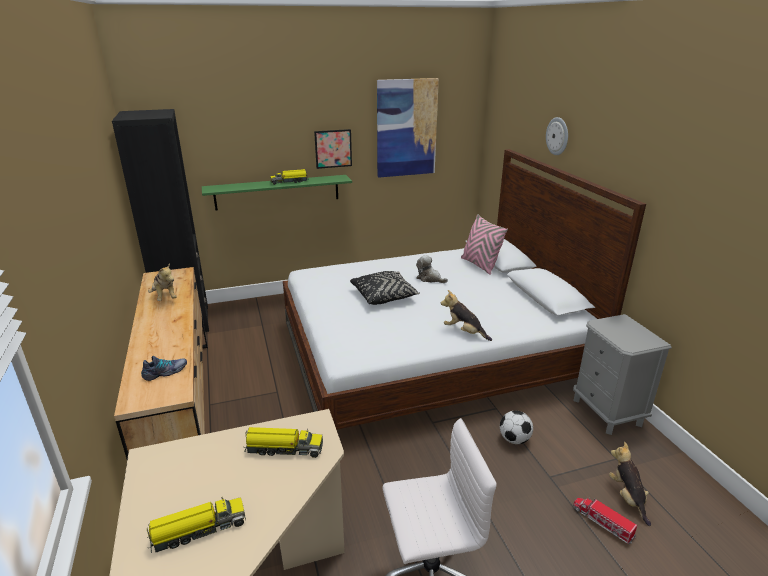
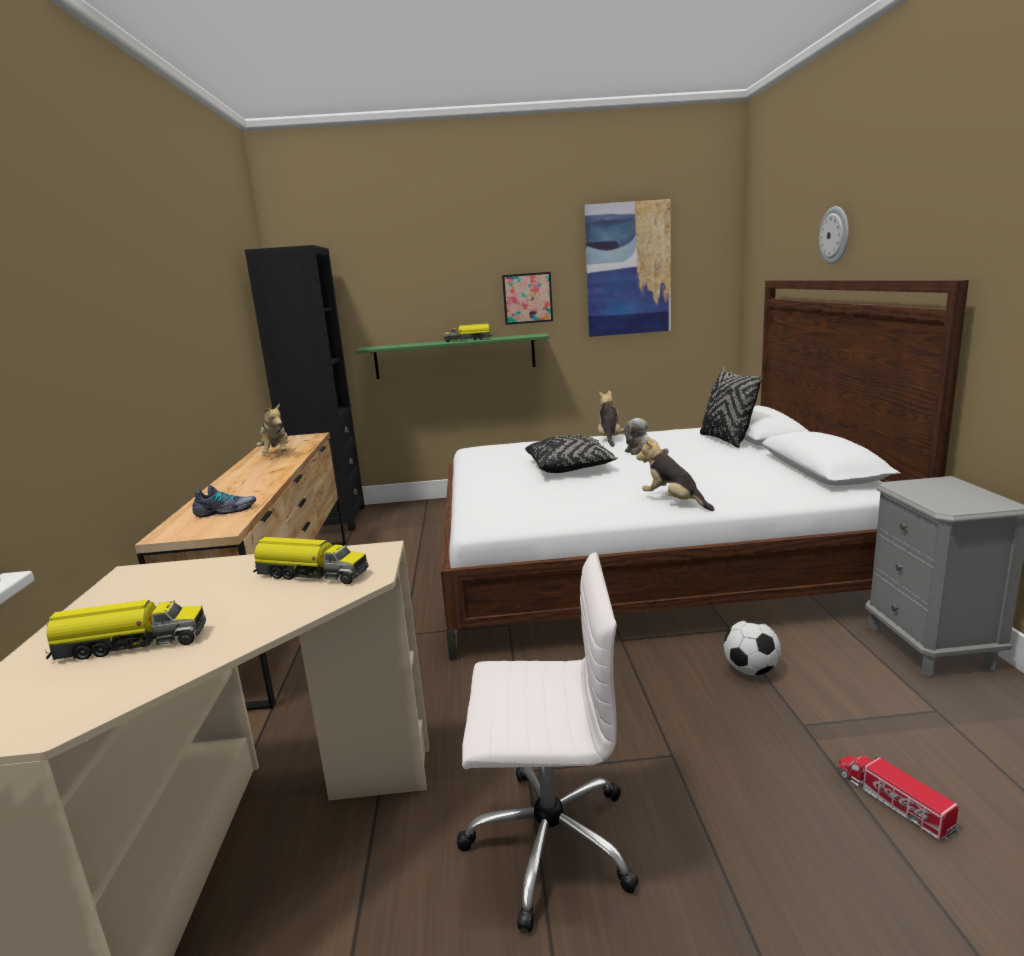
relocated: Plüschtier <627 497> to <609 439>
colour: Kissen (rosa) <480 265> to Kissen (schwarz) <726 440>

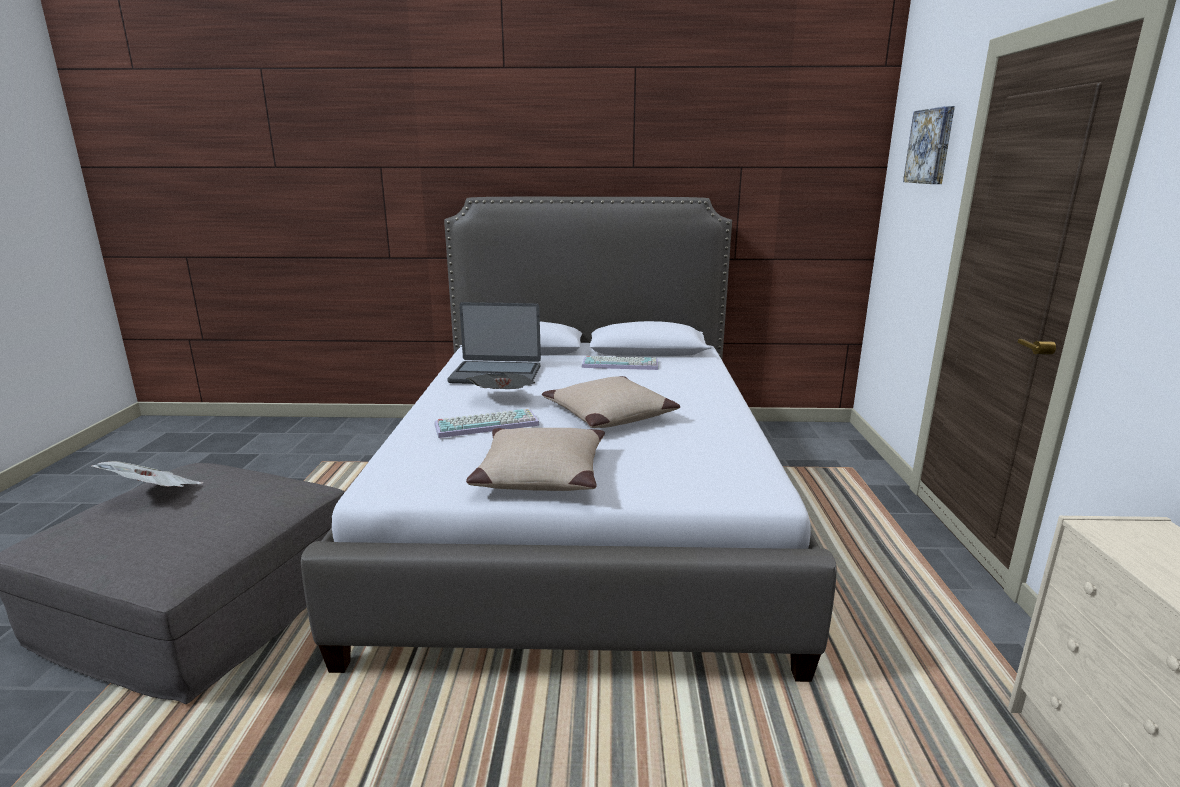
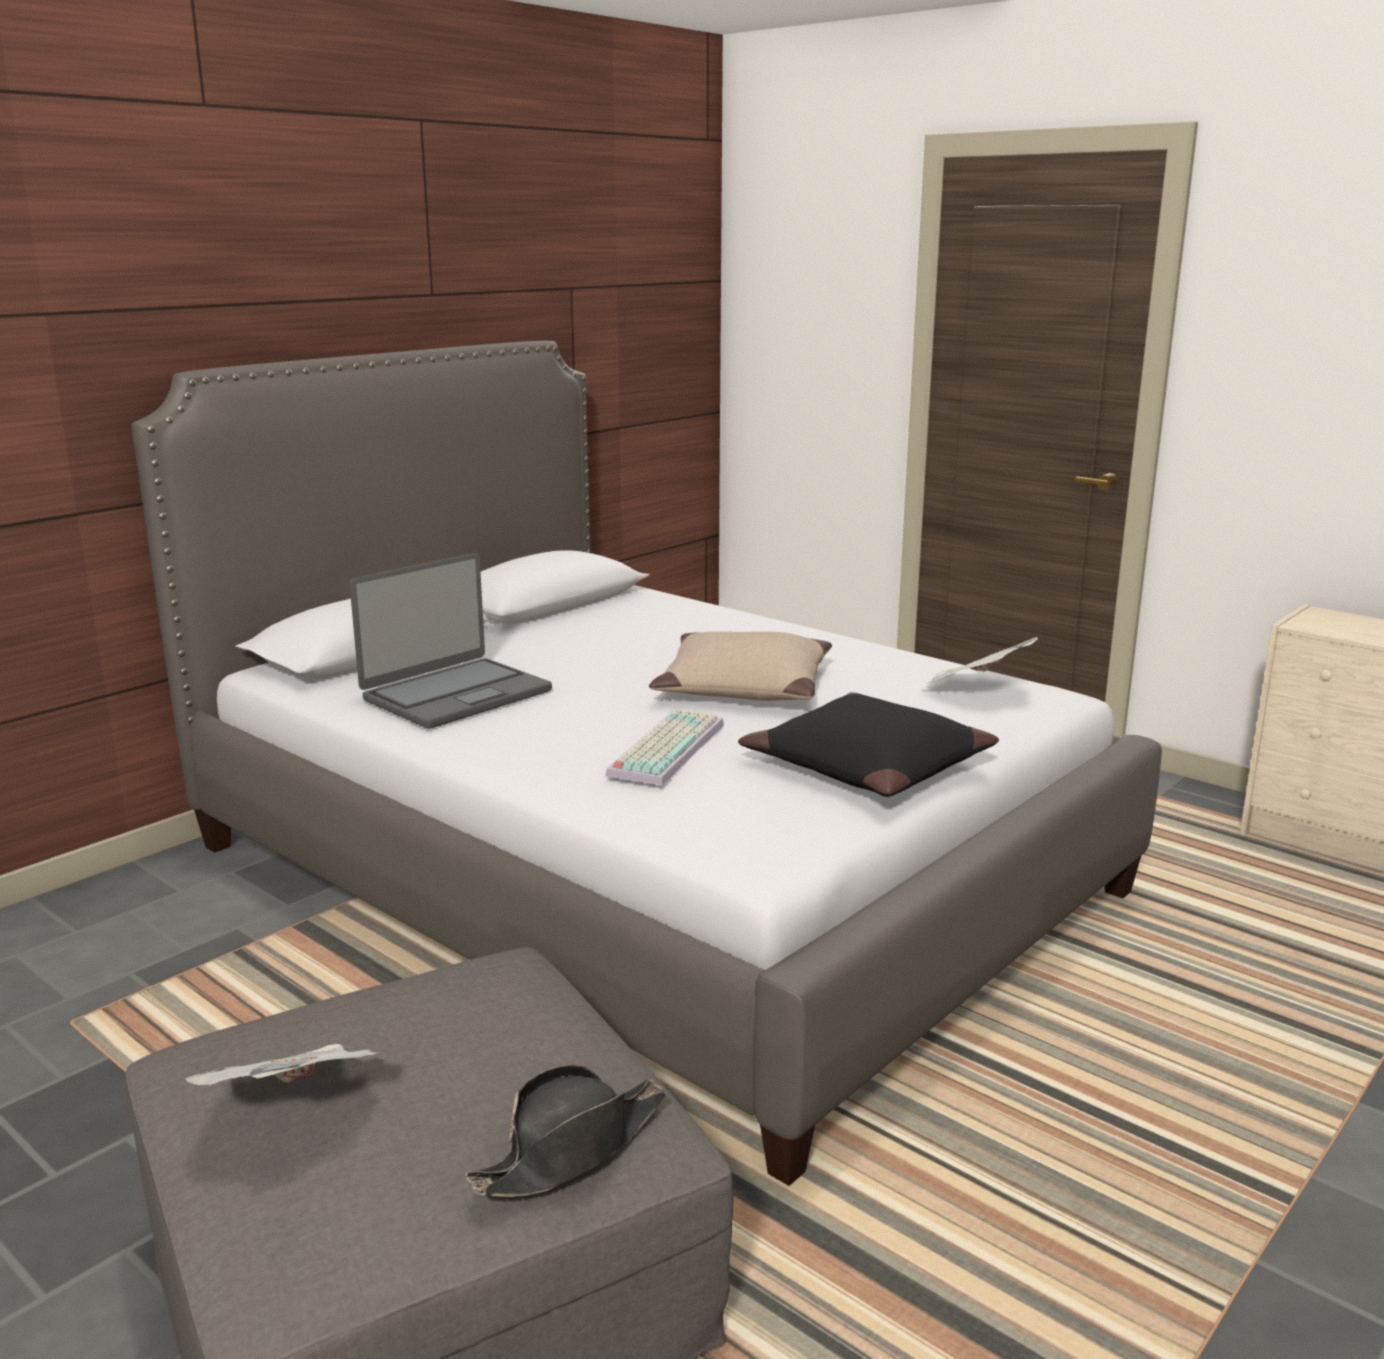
missing: Bild <931 146>; Tastatur <621 364>
appeared: Hut (schwarz) <572 1148>
relocated: Zeitung <503 399> to <975 691>
colour: Kissen (beige) <539 473> to Kissen (schwarz) <866 767>

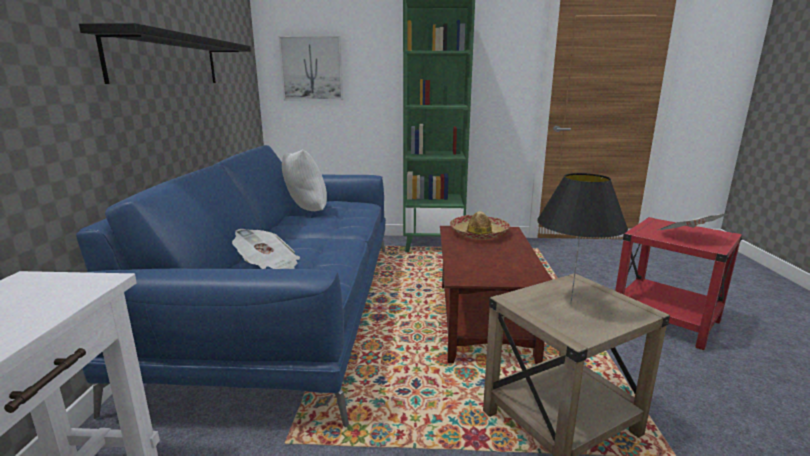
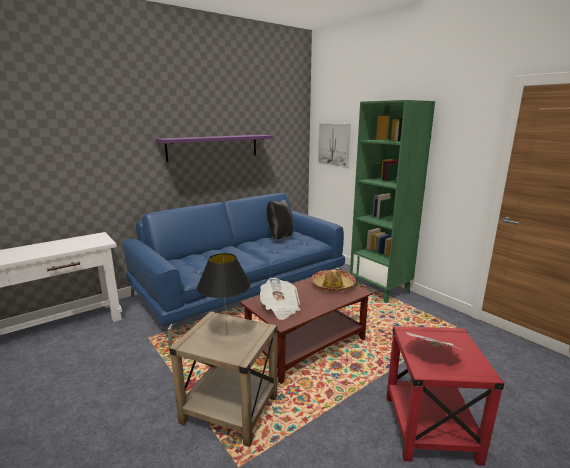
relocated: Zeitung <269 267> to <280 308>
colour: Wandregal (schwarz) <167 60> to Wandregal (lila) <213 147>; Kissen (weiß) <305 211> to Kissen (schwarz) <279 238>

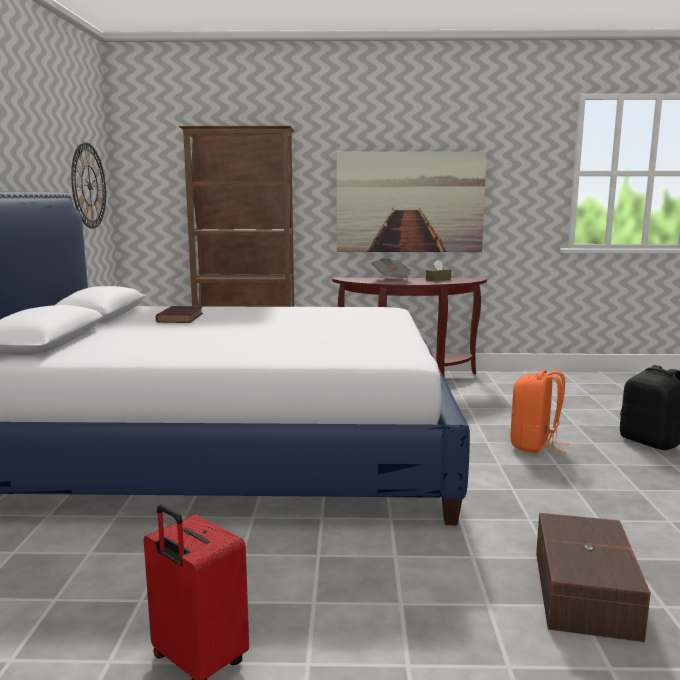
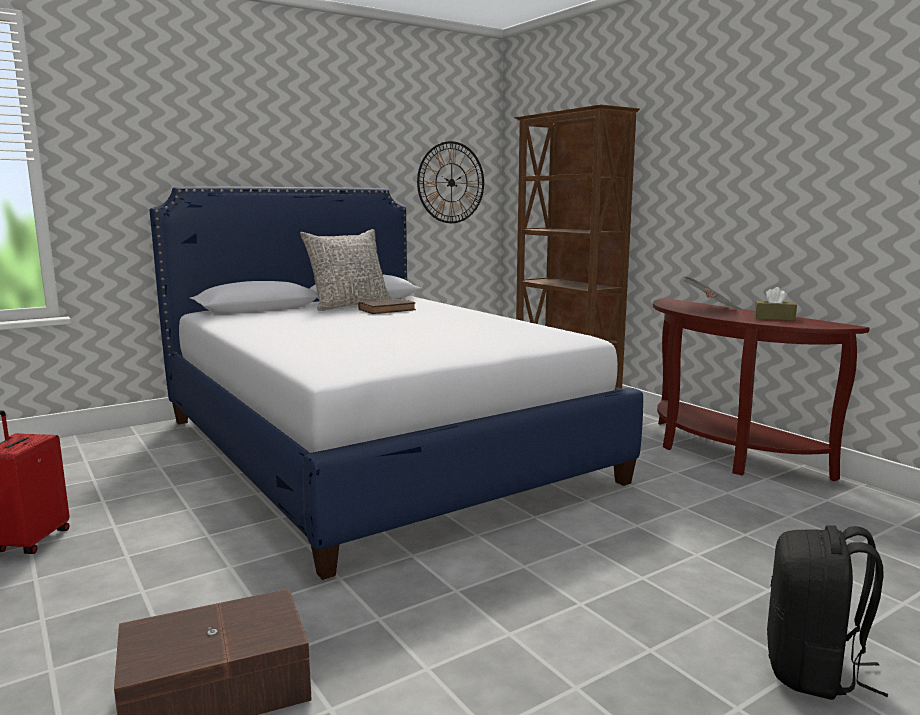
missing: Bild <409 202>; Rucksack (orange) <535 445>
appeared: Kissen (grau) <349 305>

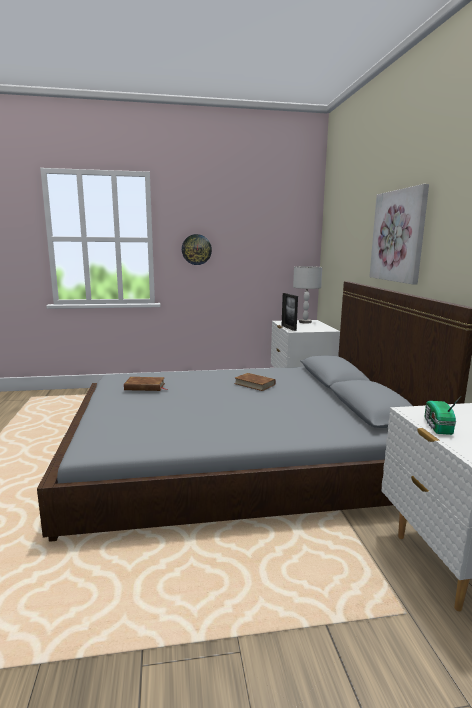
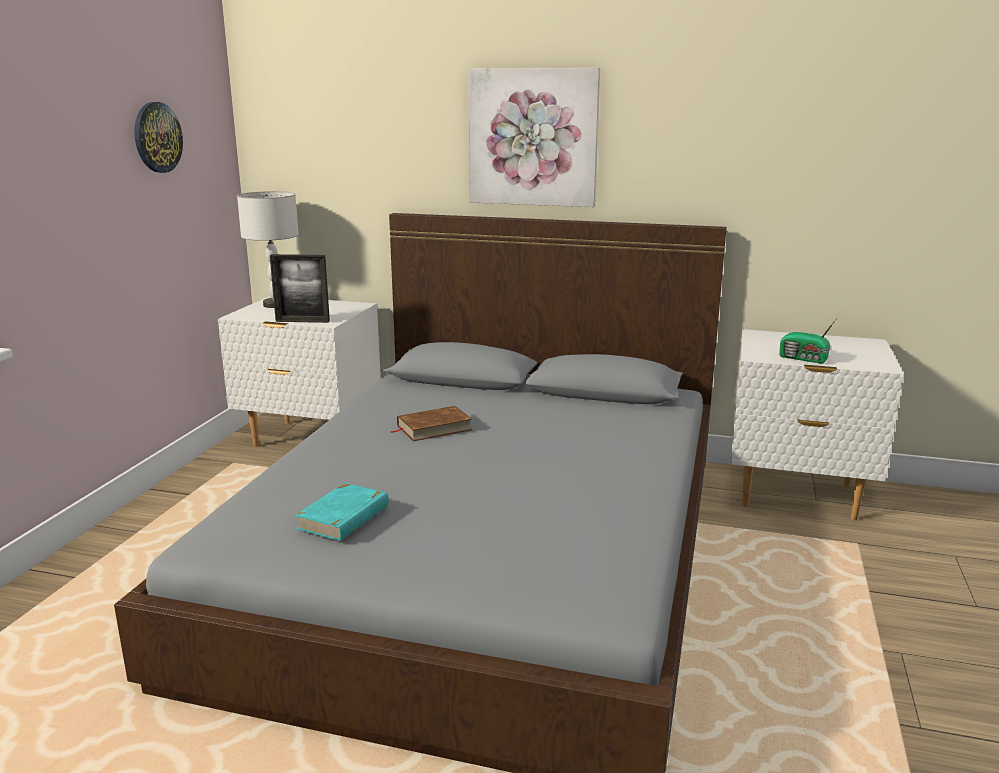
relocated: Wanduhr <196 249> to <157 137>
colour: Buch (braun) <145 387> to Buch (türkis) <344 517>

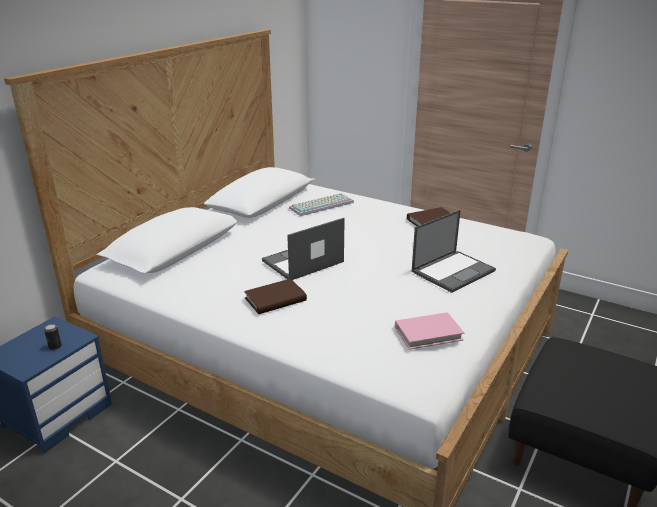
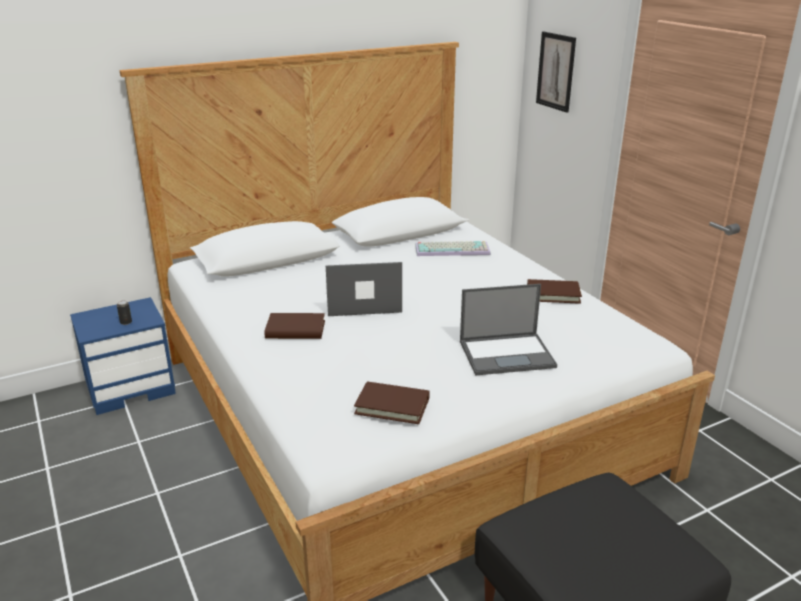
appeared: Bild <555 71>
colour: Buch (rosa) <428 333> to Buch (braun) <392 406>

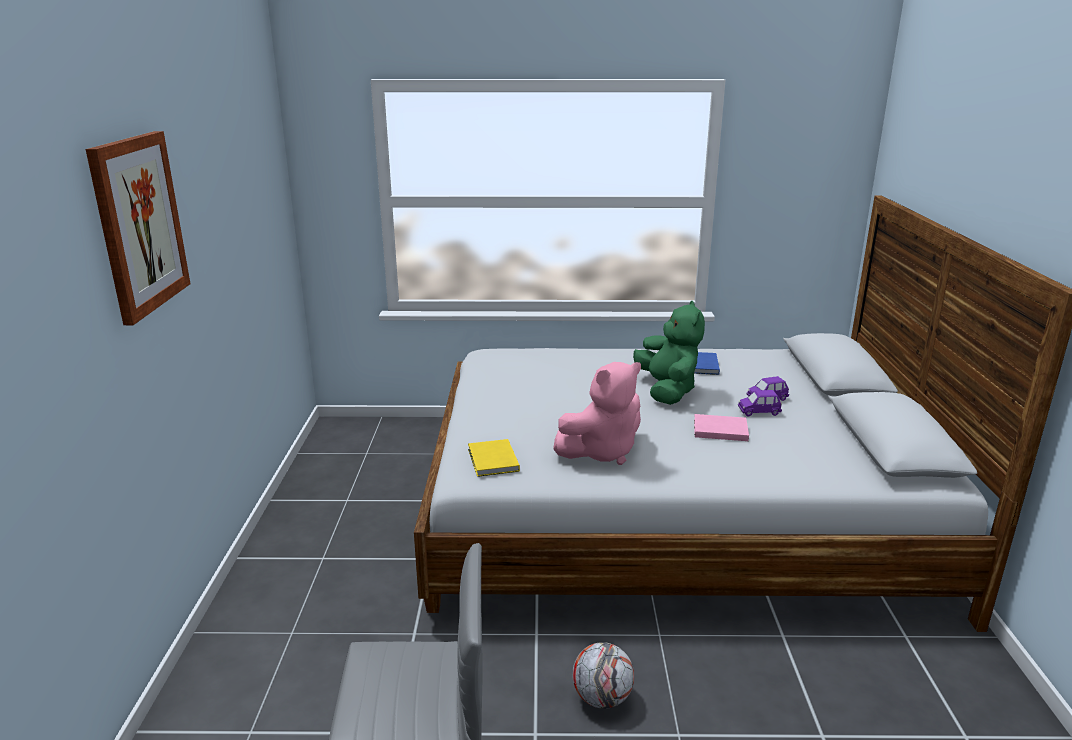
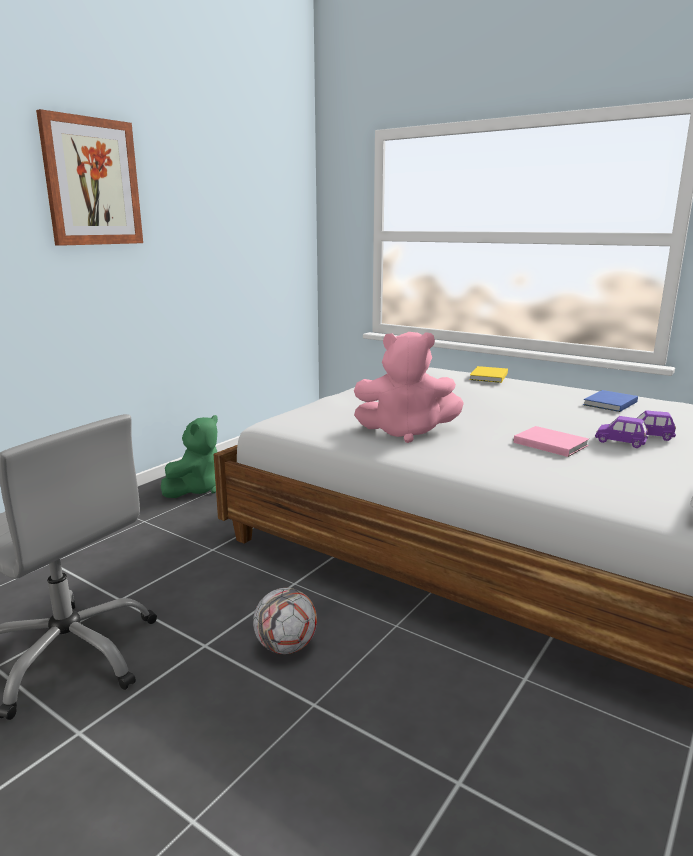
relocated: Plüschtier (grün) <667 390> to <195 489>; Buch (gelb) <492 461> to <487 377>

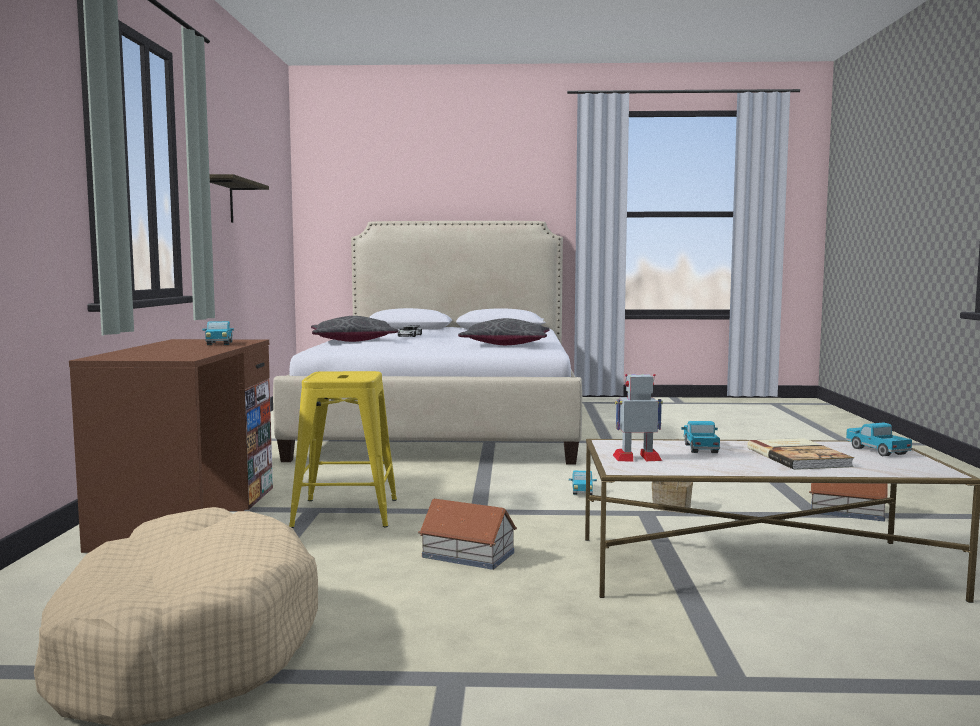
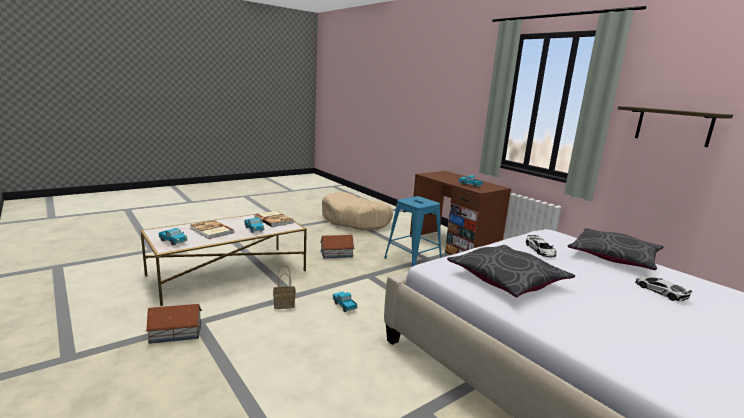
appeared: Spielzeugauto <540 250>
exchanged: Spielzeugroboter <637 458> to Buch <274 220>
colour: Hocker (gelb) <345 513> to Hocker (blau) <413 260>

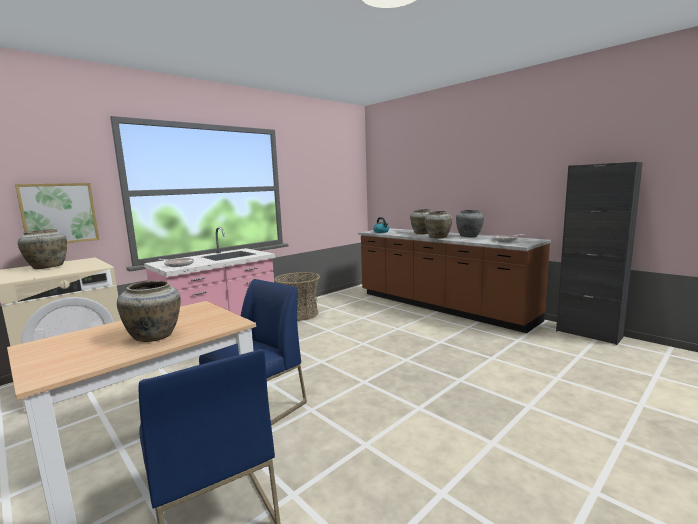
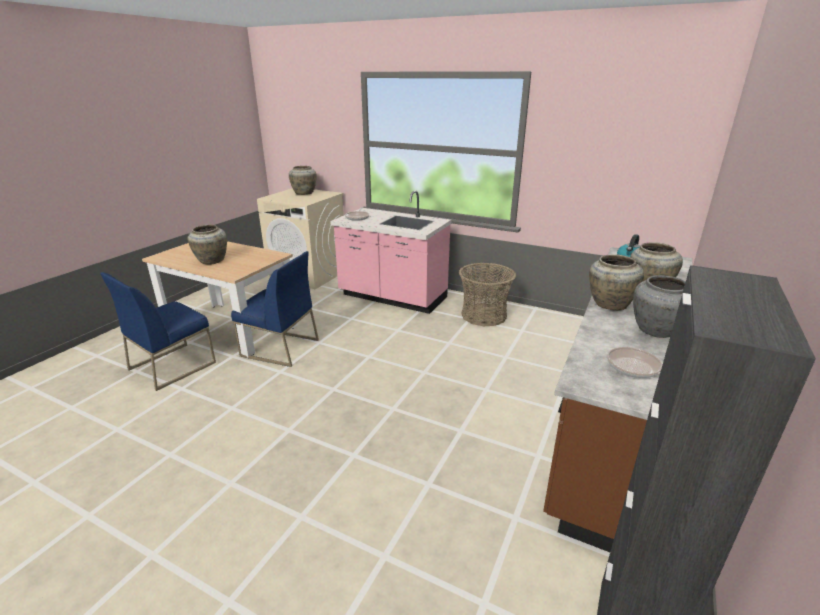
missing: Bild <59 213>

